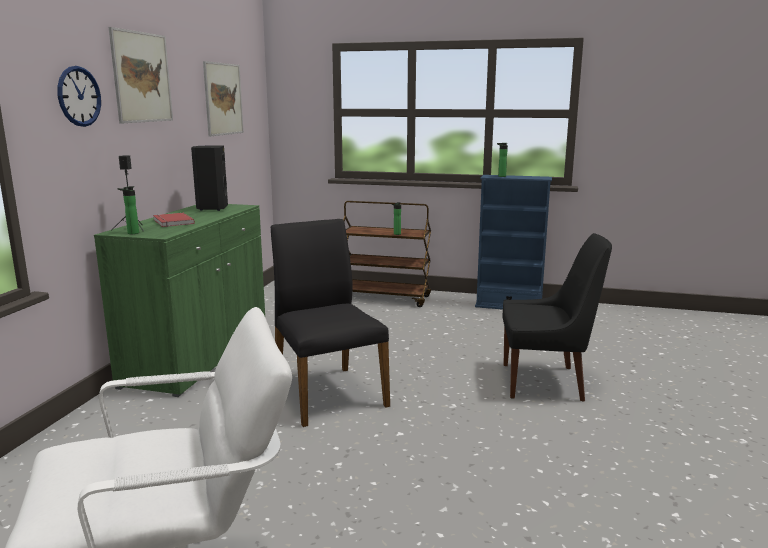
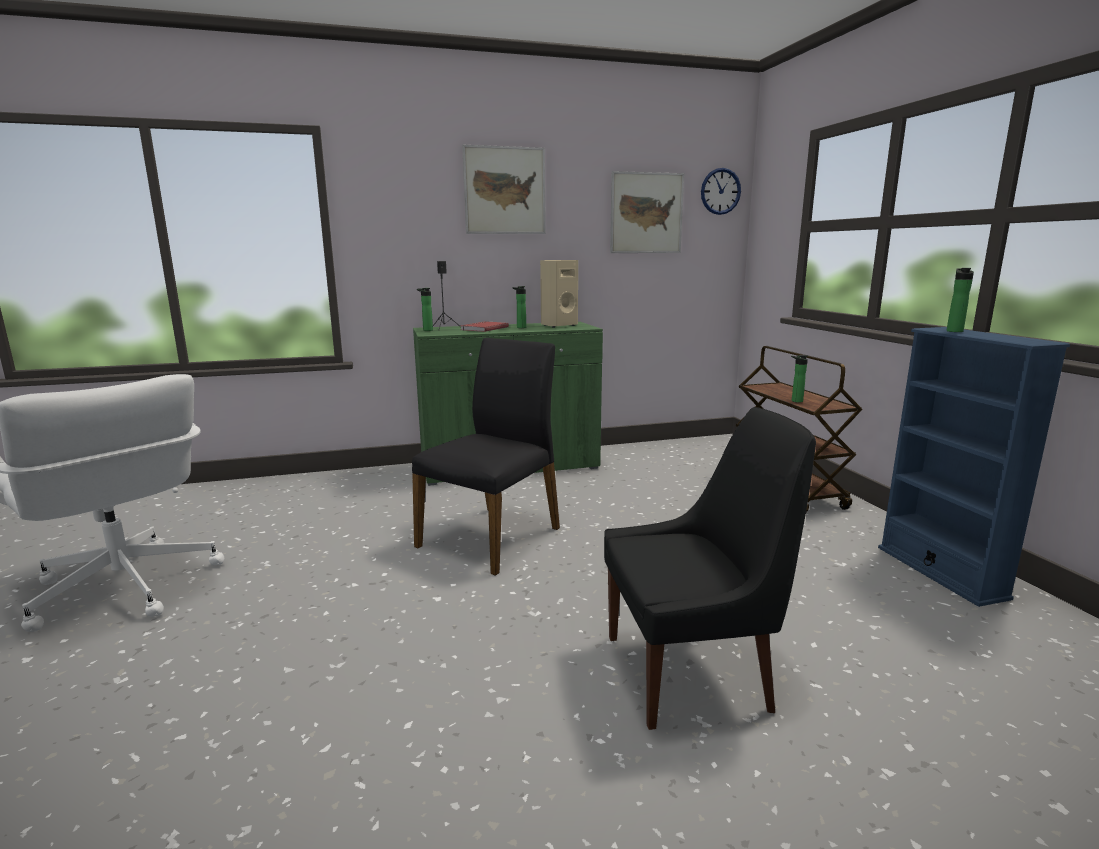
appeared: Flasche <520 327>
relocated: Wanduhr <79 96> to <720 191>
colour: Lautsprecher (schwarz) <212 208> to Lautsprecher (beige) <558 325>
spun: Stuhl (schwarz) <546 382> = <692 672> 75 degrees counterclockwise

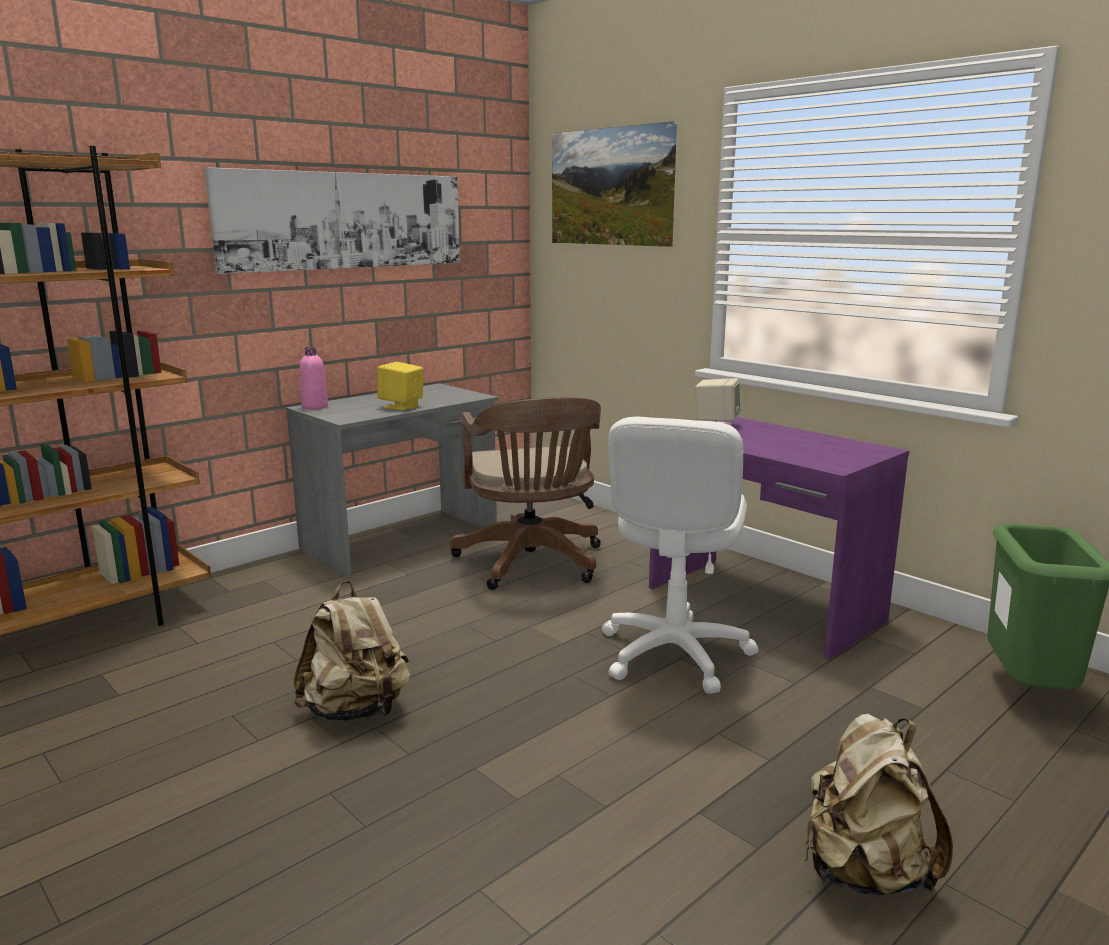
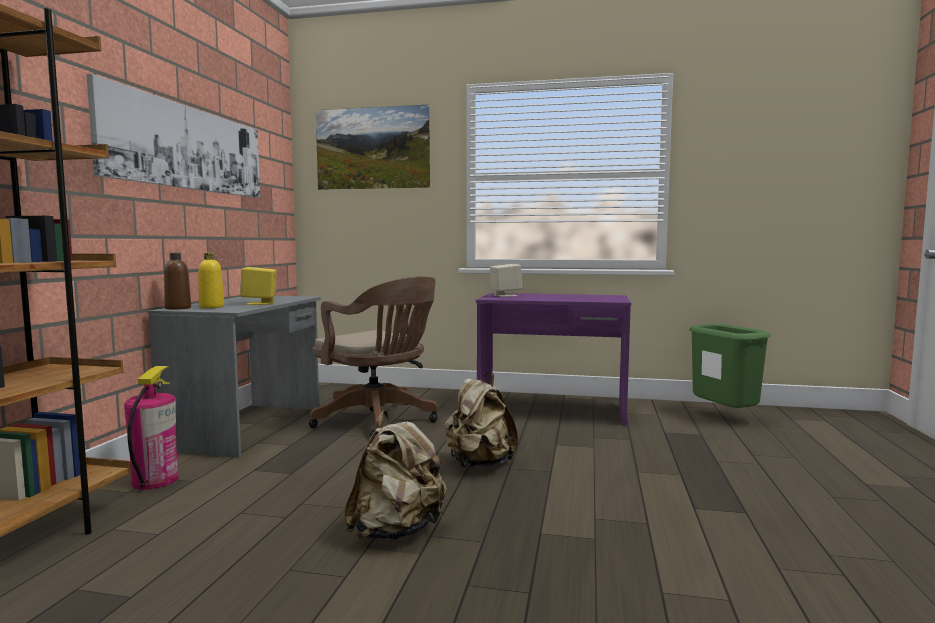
missing: Bürostuhl (weiß) <673 654>
appeared: Flasche (gelb) <211 307>; Feuerlöscher <155 480>
relocated: Rucksack (beige) <864 872> to <478 464>
colour: Flasche (rosa) <314 406> to Flasche (braun) <178 308>

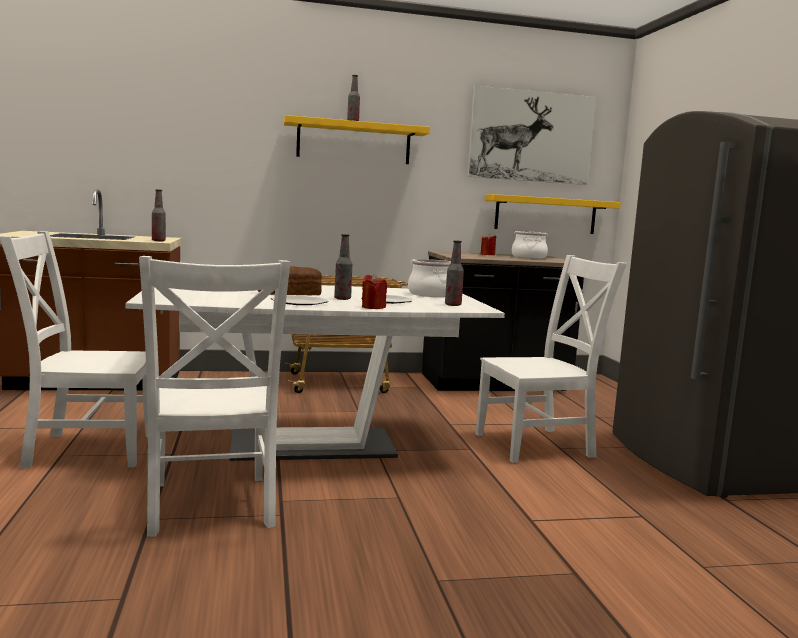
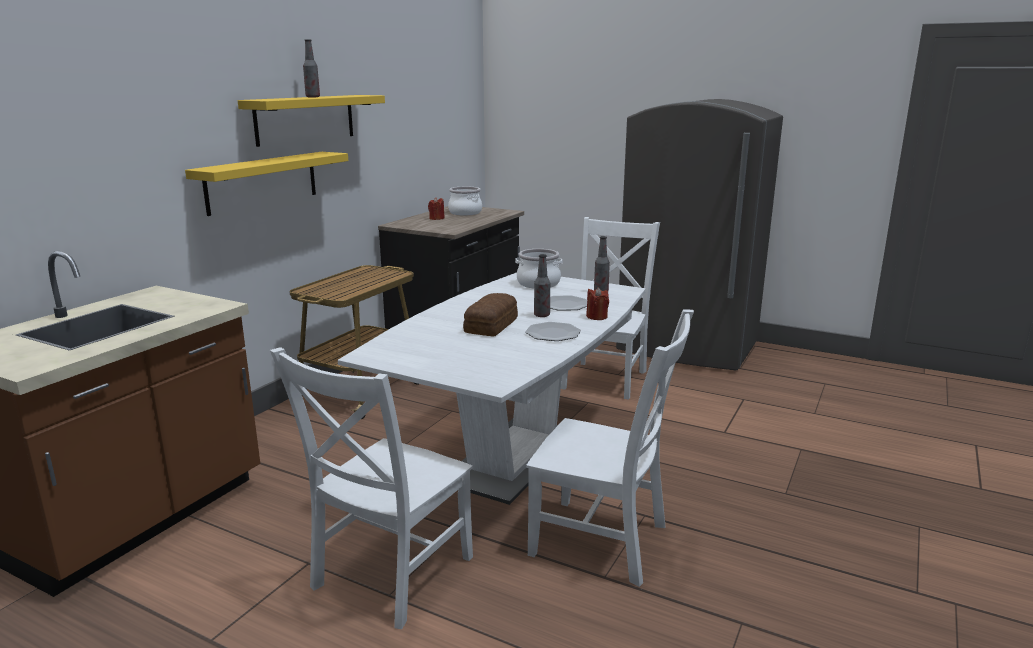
missing: Bild <531 136>; Flasche <158 241>
relocated: Wandregal (gelb) <545 215> to <262 182>

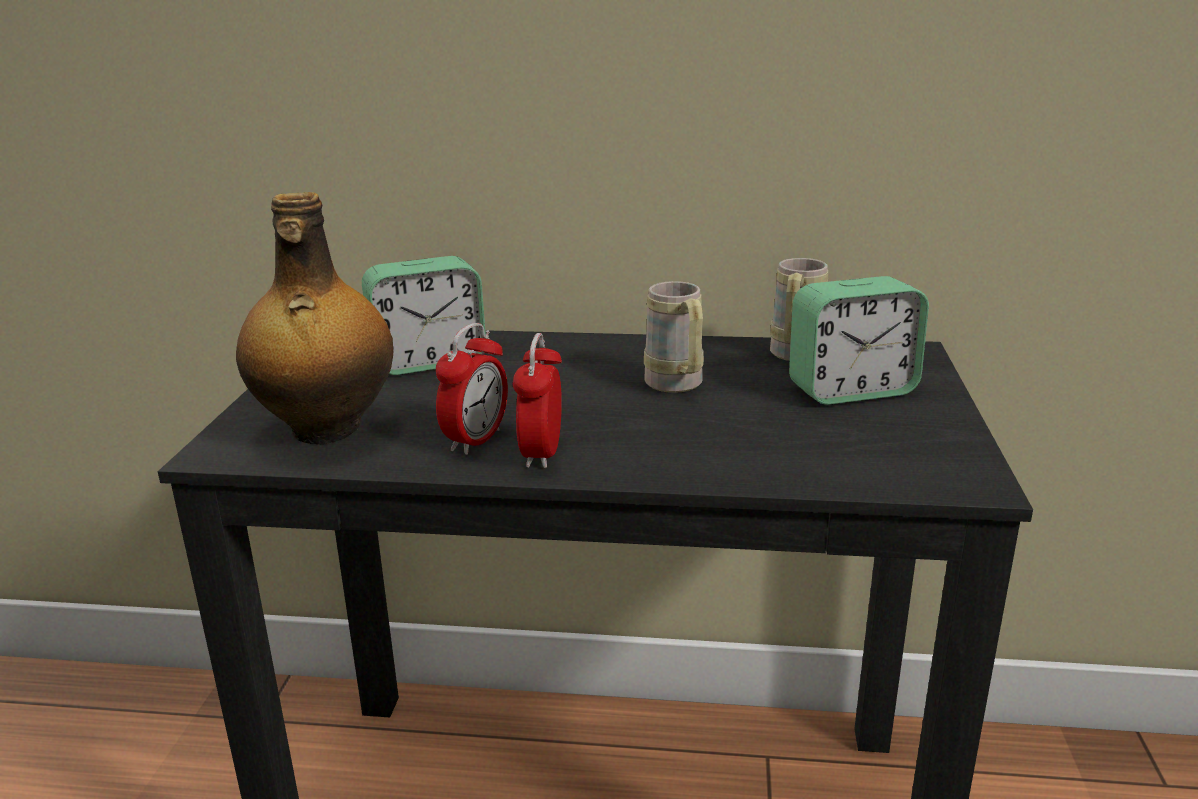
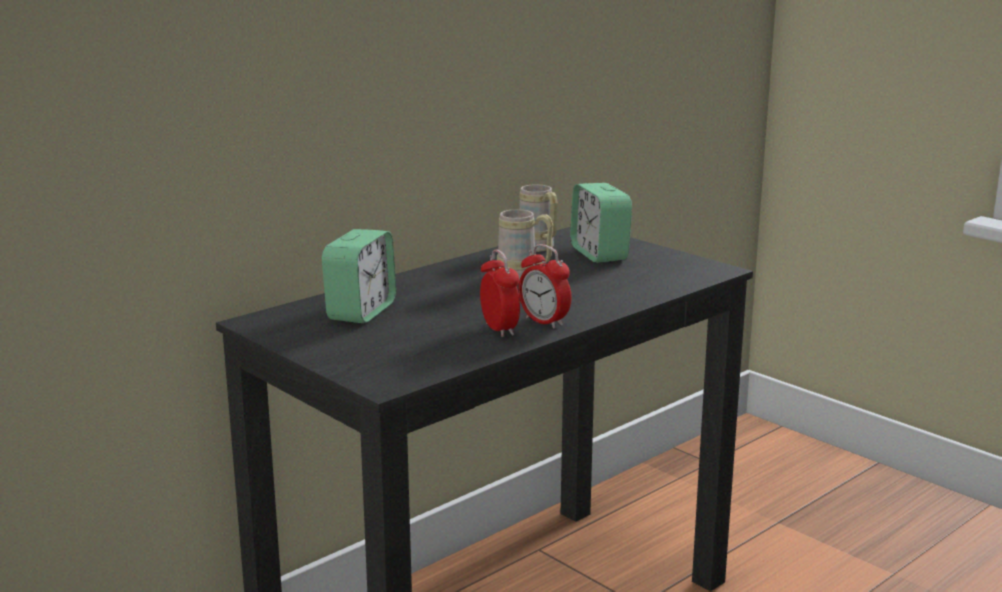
missing: Flasche <325 430>
spun: Wecker <851 390> = <599 254> 135 degrees clockwise

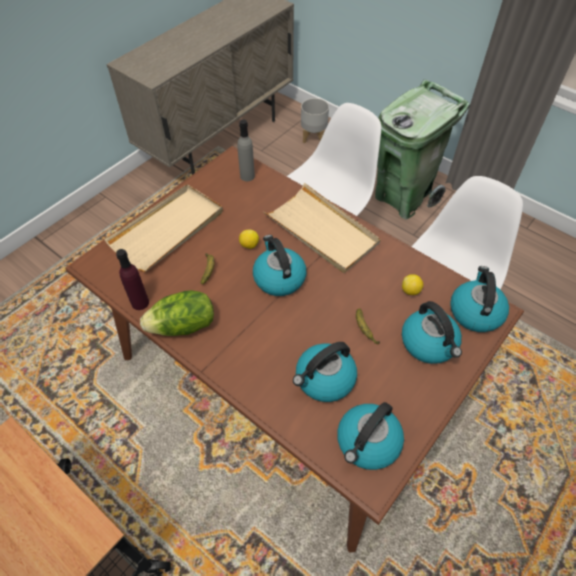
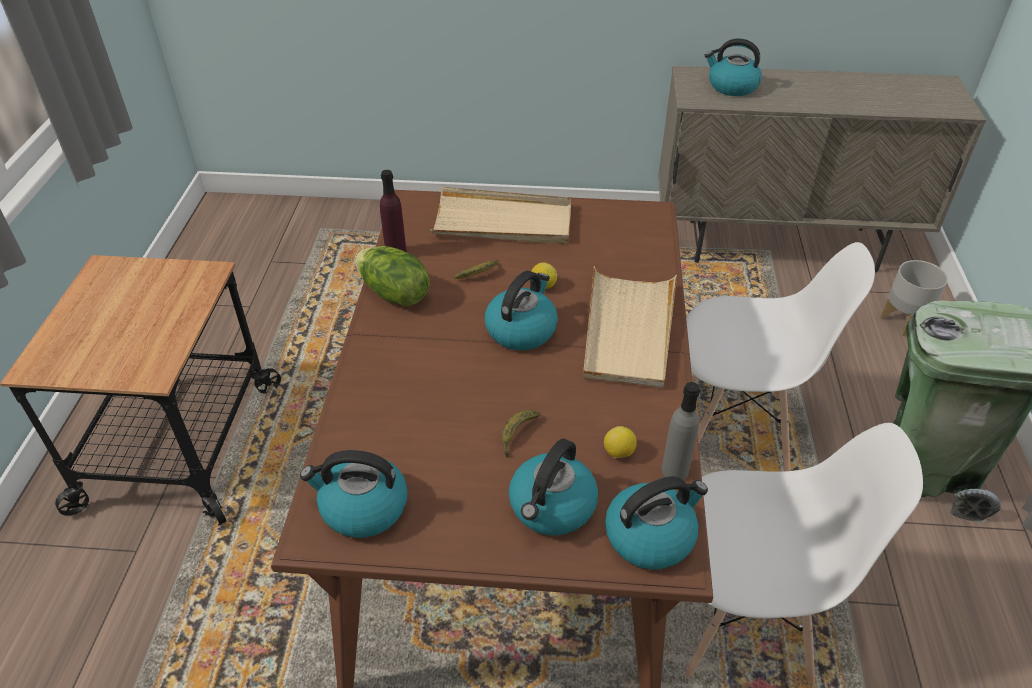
relocated: Flasche (grau) <247 176> to <675 470>; Wasserkessel <324 379> to <731 86>

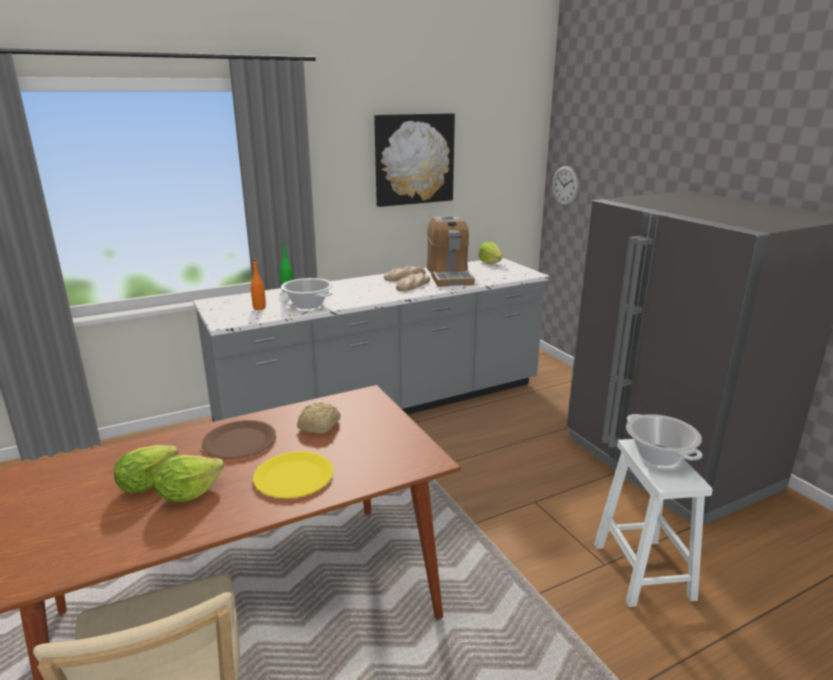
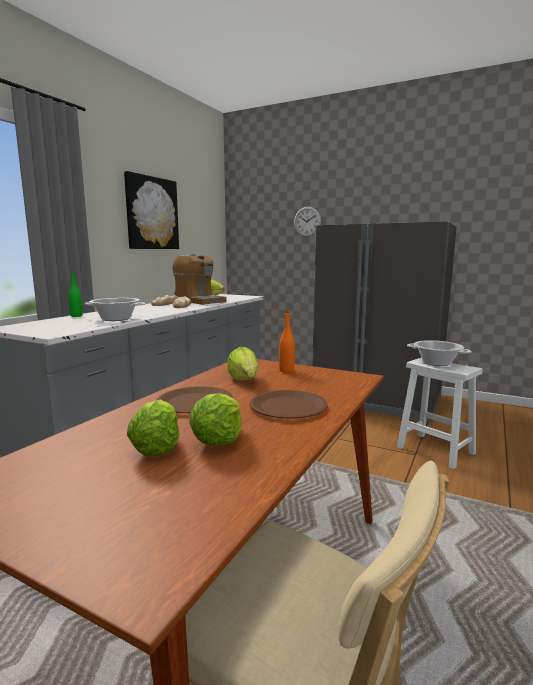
relocated: Wanduhr <565 186> to <307 221>; Flasche (orange) <259 308> to <286 370>
exchanged: Brot <320 425> to Salatkopf <244 380>
colour: Teller (gelb) <294 476> to Teller (braun) <288 406>

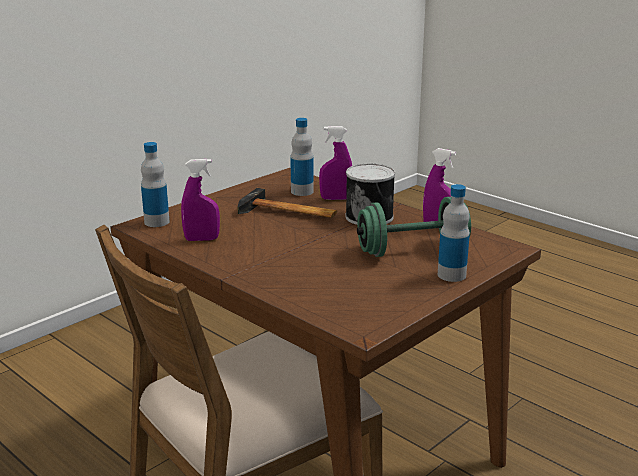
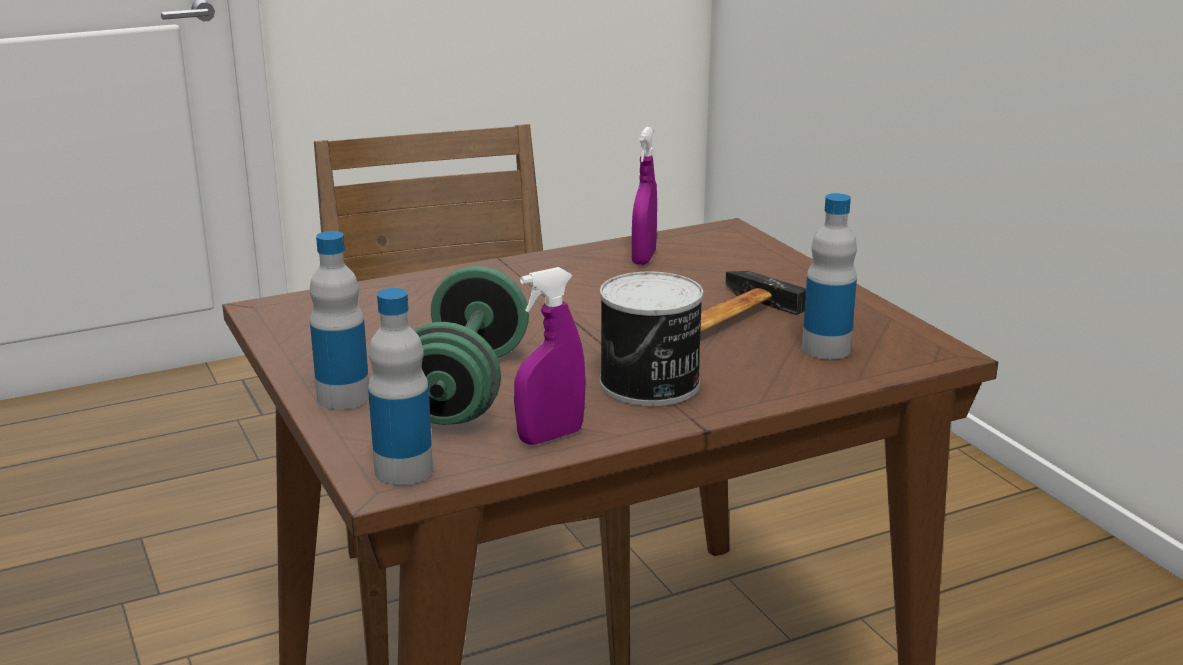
missing: Sprühflasche (lila) <335 198>
relocated: Flasche <157 222> to <403 470>

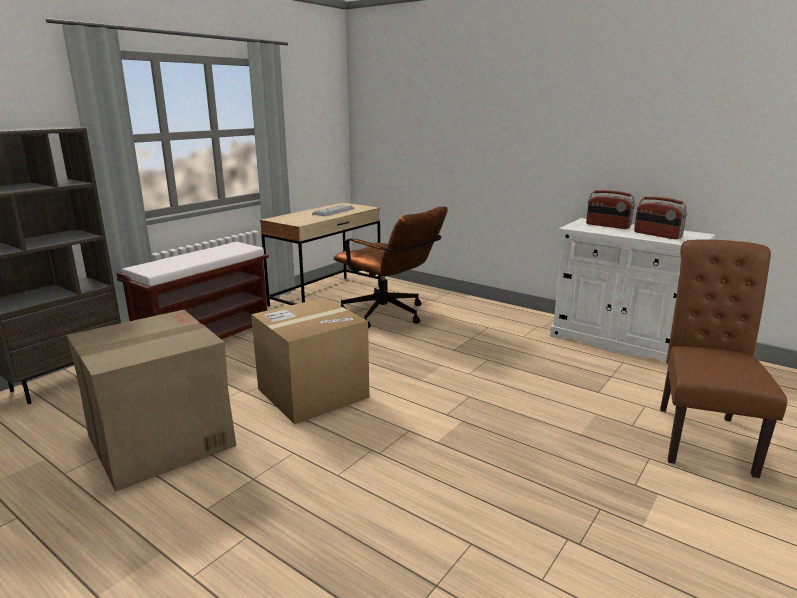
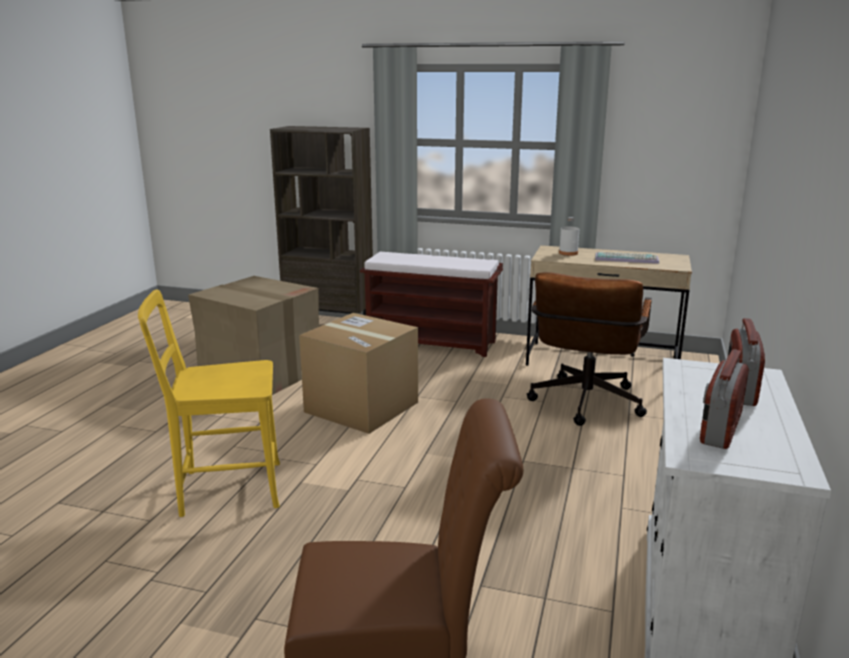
appeared: Flasche (weiß) <568 253>; Stuhl (gelb) <224 489>

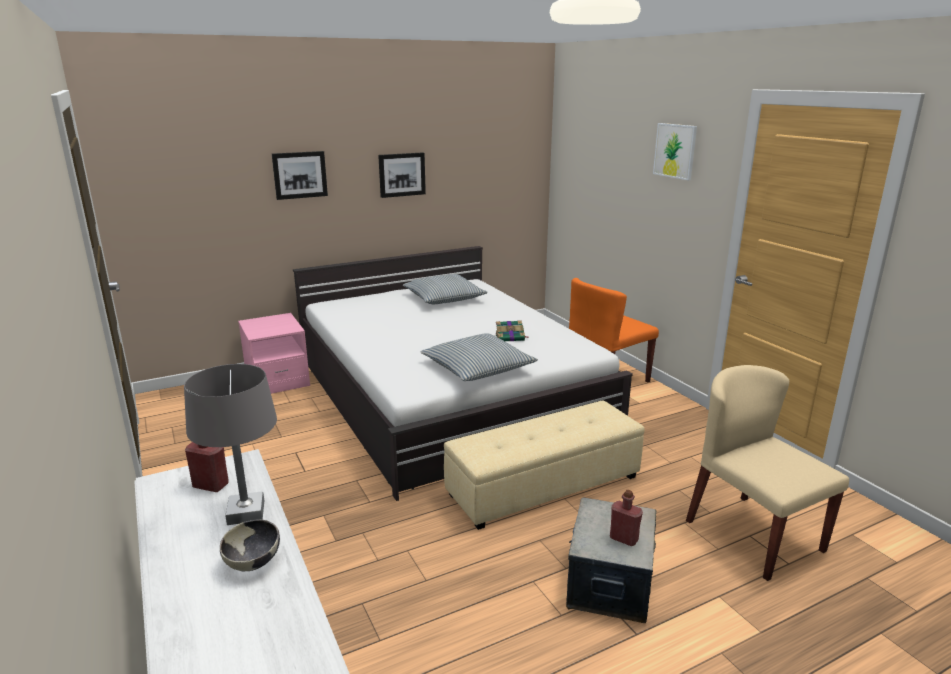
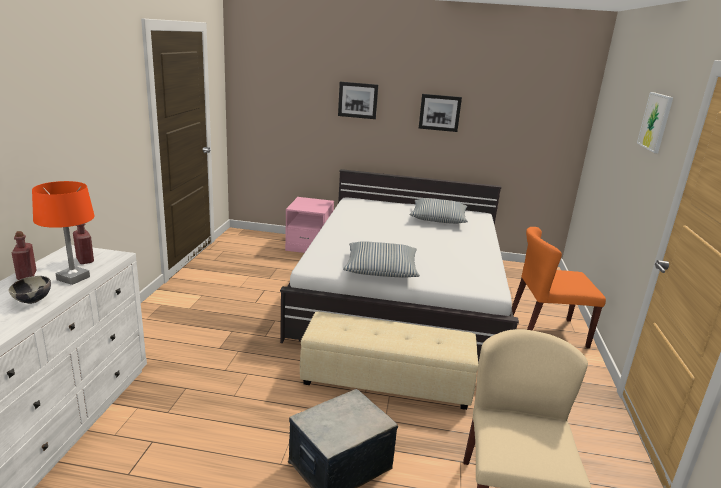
missing: Buch <510 337>
relocated: Flasche (rot) <623 539> to <27 276>
colour: Tischlampe (grau) <246 513> to Tischlampe (orange) <73 278>

